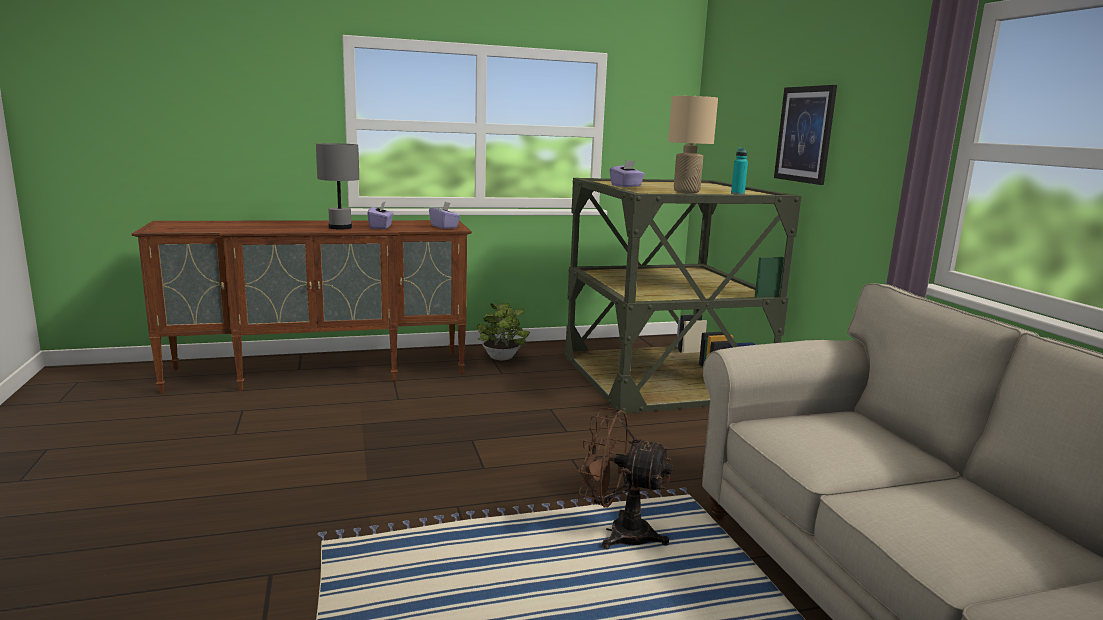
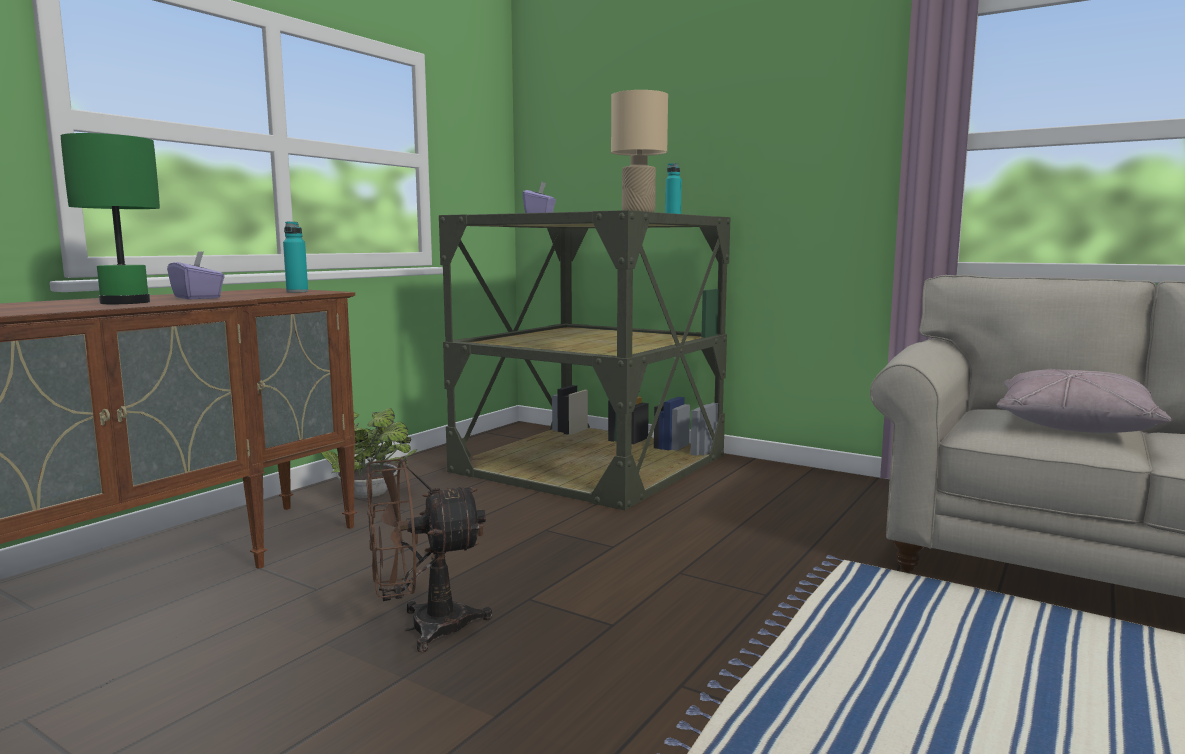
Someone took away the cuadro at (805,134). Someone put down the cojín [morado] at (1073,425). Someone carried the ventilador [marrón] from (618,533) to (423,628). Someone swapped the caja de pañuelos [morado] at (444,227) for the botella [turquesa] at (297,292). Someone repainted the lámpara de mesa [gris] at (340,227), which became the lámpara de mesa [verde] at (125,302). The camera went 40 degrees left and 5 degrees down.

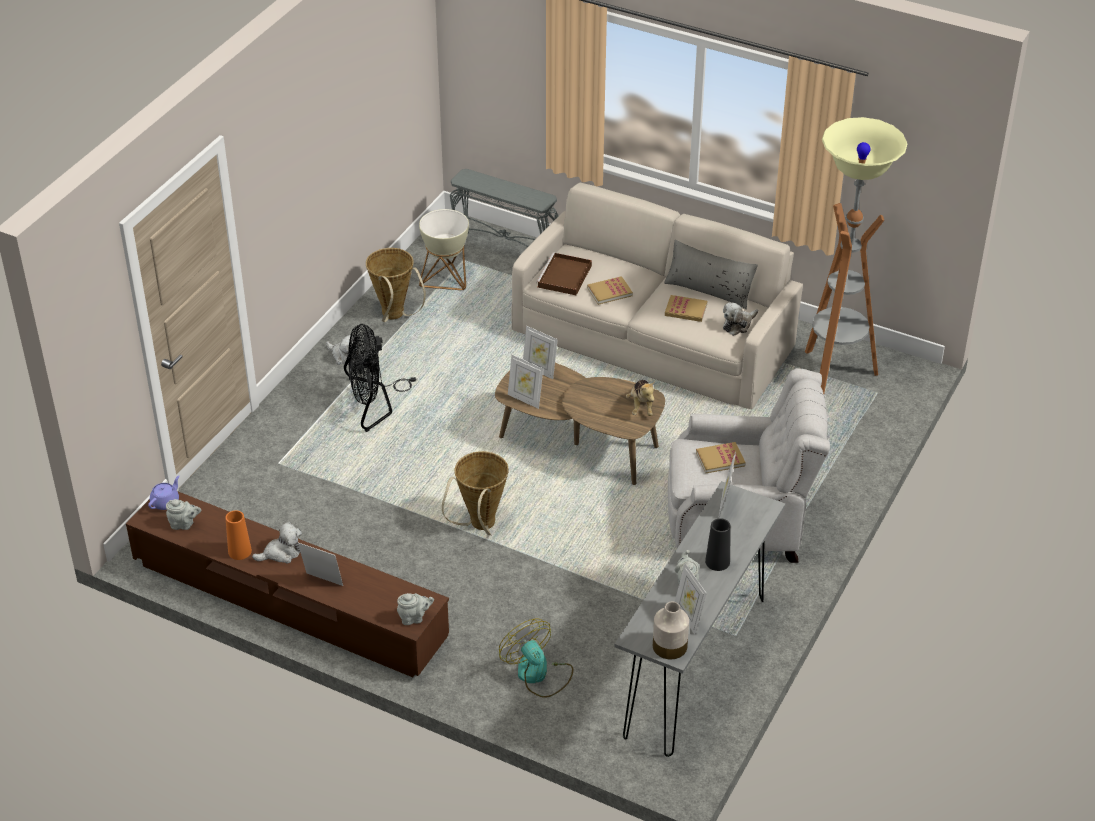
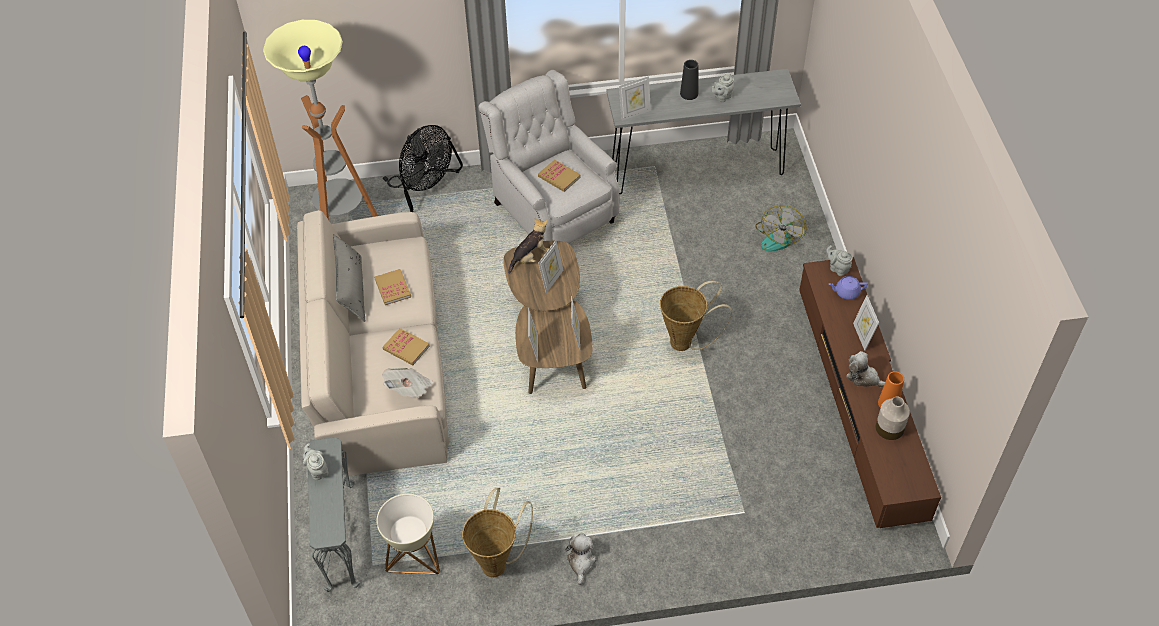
Someone took away the peluche at (738,325). Someone carried the tetera [morado] from (165,502) to (846,292). Someone carried the tetera [gris] from (184,524) to (317,470). Someone carried the ventilador [negro] from (374,399) to (422,187). Someone carried the florero [beis] from (670,645) to (889,428). Someone carried the portarretratos from (688,617) to (551,280). Someone swapped the bandeja [marrón] at (564,277) for the periódico at (409,389). The camera went 125 degrees left and 10 degrees up.

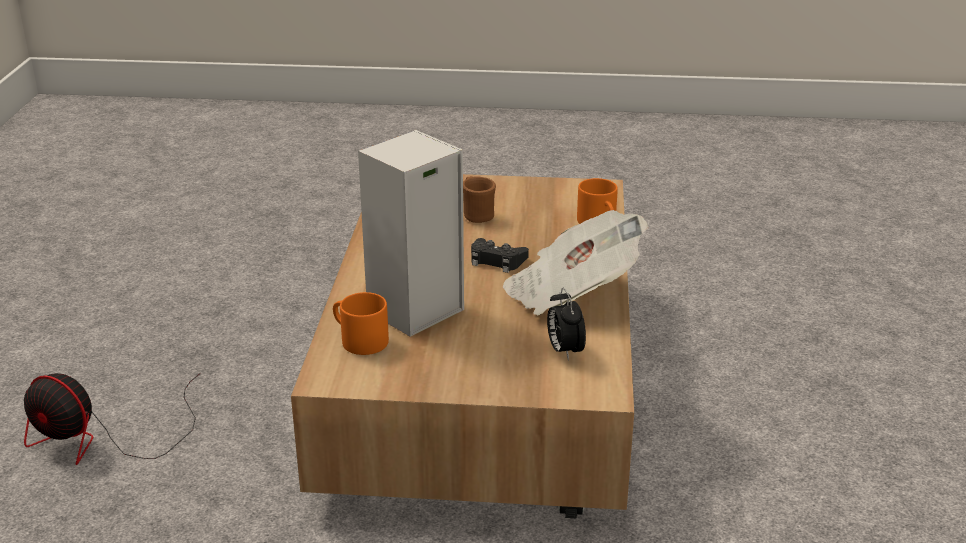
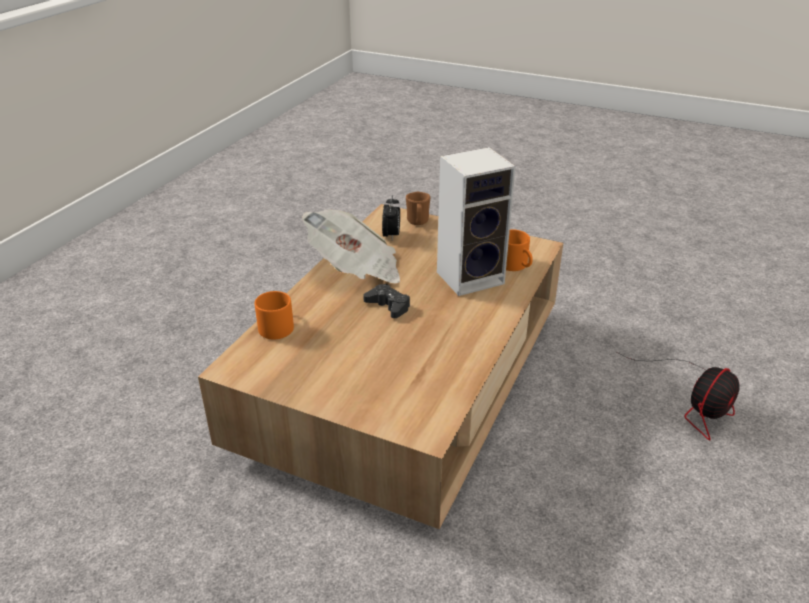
Someone carried the taza grande [marrón] from (476,215) to (418,222). Someone rotated the ventilador at (104,438) by 90 degrees clockwise. The camera went 160 degrees left and 5 degrees up.

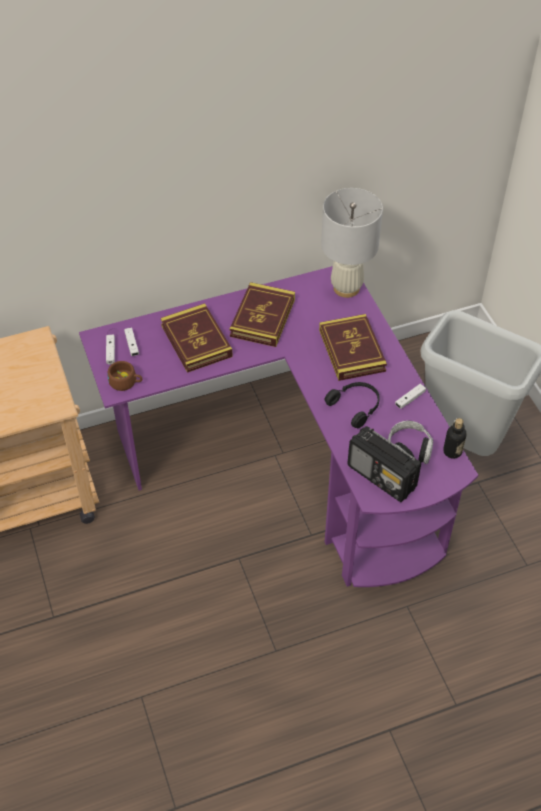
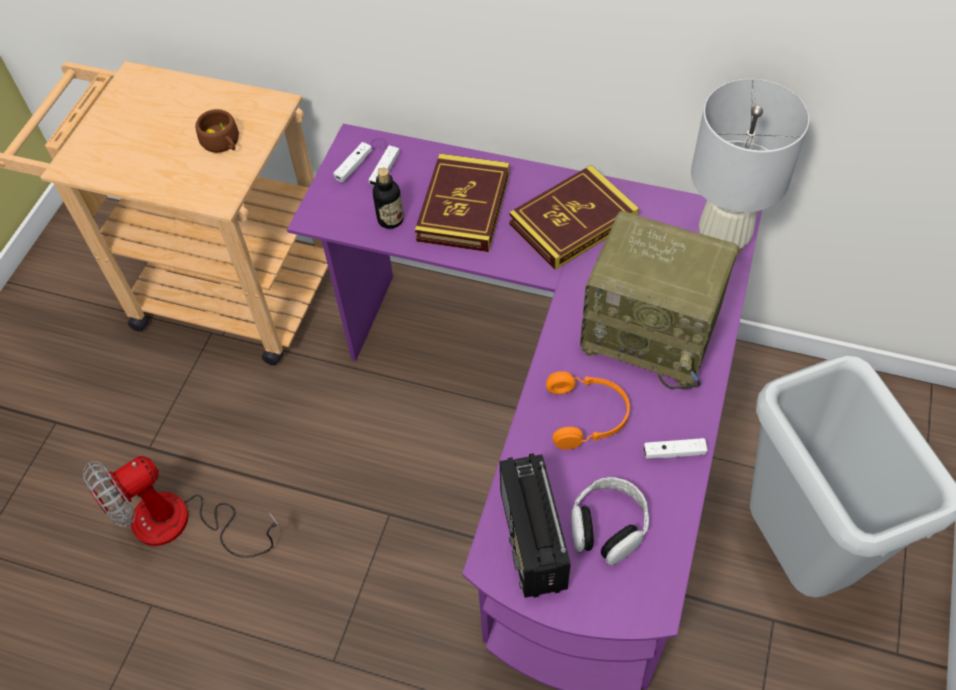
Someone put down the ventilador at (181,524). Someone carried the taza [marrón] from (126,382) to (223,143). Someone carried the botella from (452,451) to (390,219). Someone swapped the libro at (352,350) for the radio at (652,333). Someone repainted the auriculares [negro] at (356,406), which became the auriculares [naranja] at (588,415). The camera went 40 degrees right and 5 degrees up.

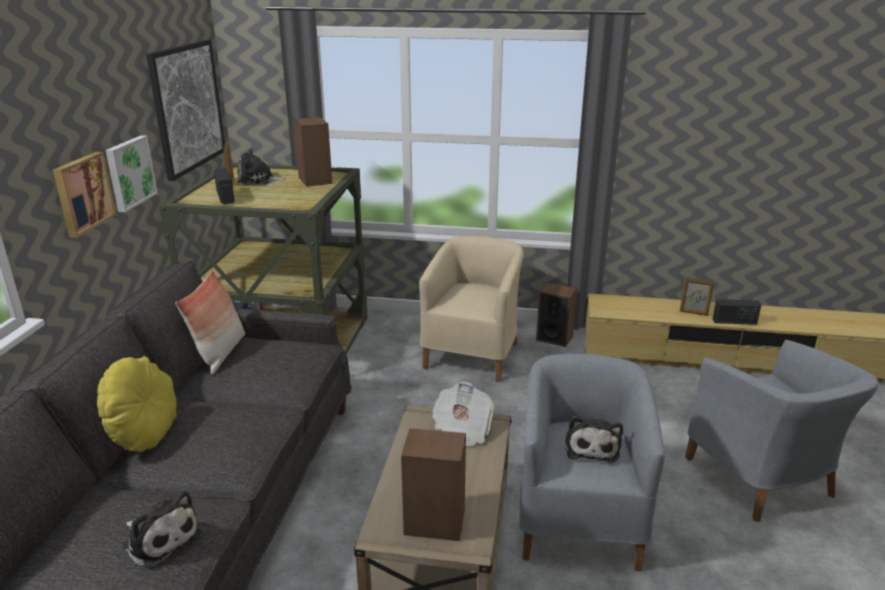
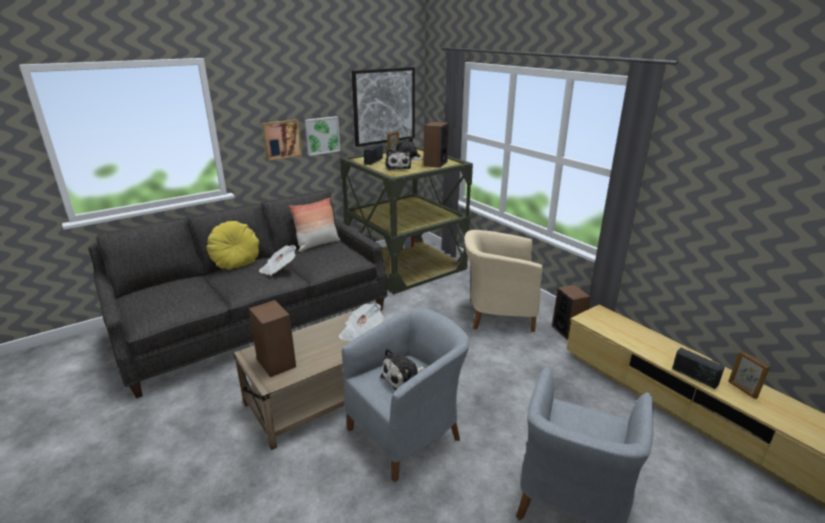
Someone put down the periódico at (279,269). Someone carried the peluche from (160,539) to (397,167). Someone carried the portarretratos from (693,313) to (742,390). Someone rotated the sillón [beis] at (473,353) by 150 degrees counterclockwise. The camera went 45 degrees right and 0 degrees up.

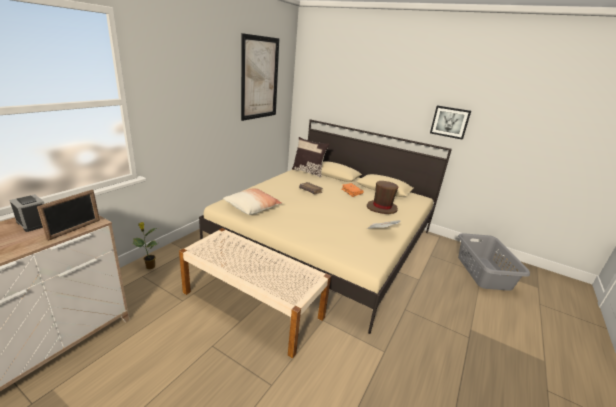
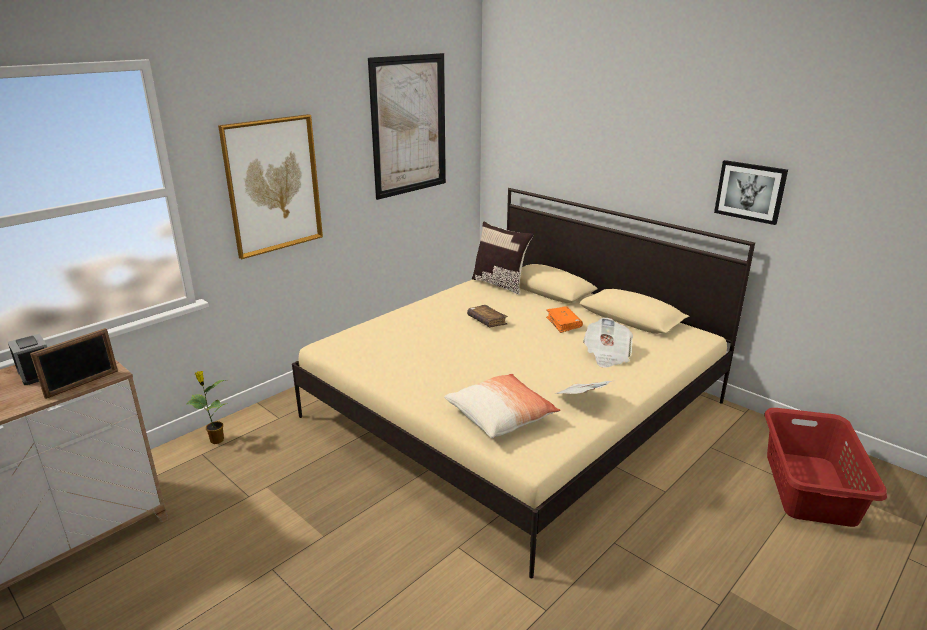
Someone took away the banco [beis] at (252,304). Someone put up the cuadro at (273,185). Someone carried the cojín from (252,208) to (501,417). Someone swapped the sombrero [marrón] at (381,208) for the periódico at (606,355). Someone repainted the cesto de la ropa [gris] at (483,272), which became the cesto de la ropa [rojo] at (810,487). The camera went 15 degrees right and 0 degrees up.

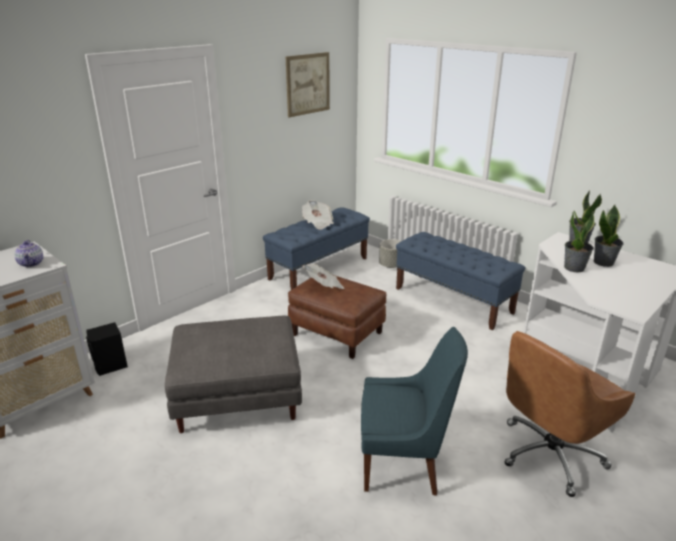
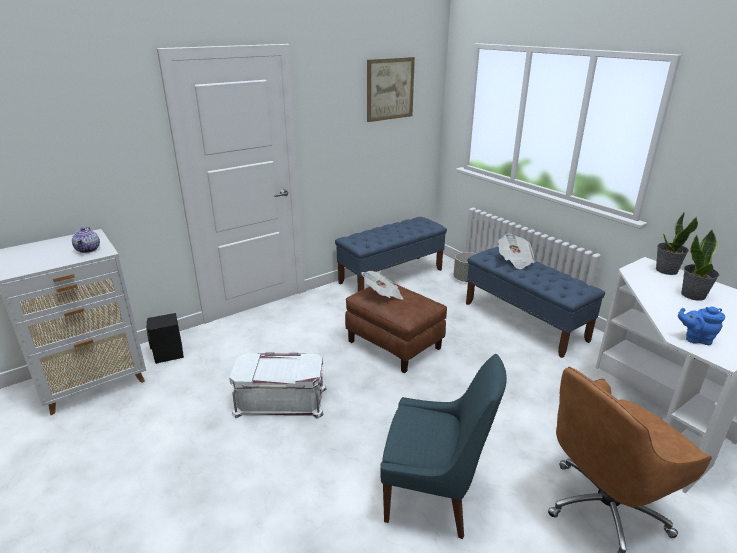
Someone took away the planta en maceta at (574,268). Someone put down the tetera [azul] at (695,339). Someone carried the periódico from (317,223) to (515,260). Someone swapped the puf [gris] at (239,397) for the caja de almacenaje [blanco] at (281,400). The camera went 10 degrees right and 0 degrees up.

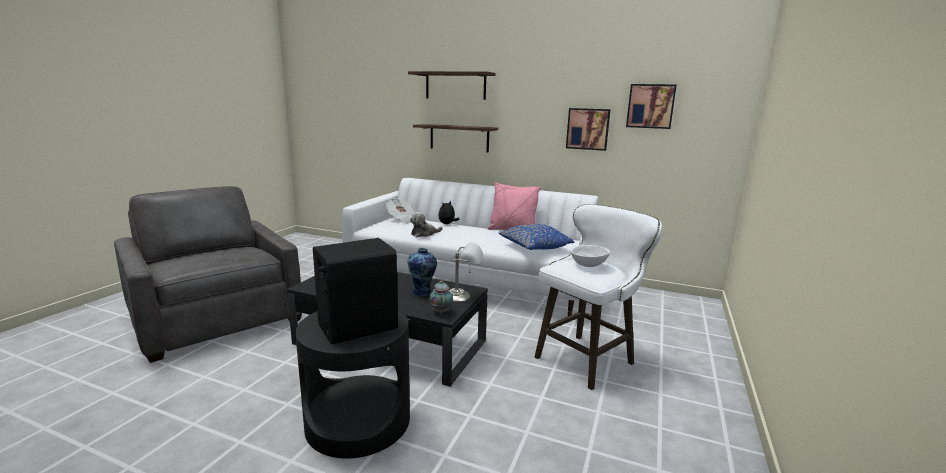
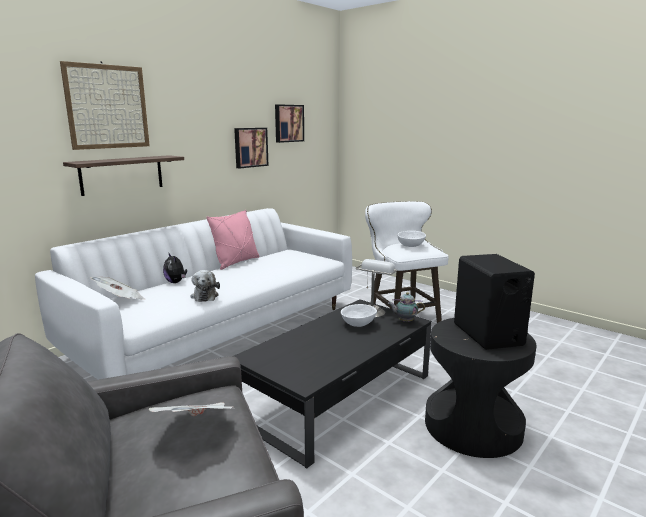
Someone took away the cojín [azul] at (534,247). Someone put down the periódico at (198,427). Someone swapped the estante at (455,86) for the cuadro at (107,105). Someone swapped the florero at (422,293) for the cuenco [blanco] at (358,324). The camera went 70 degrees left and 0 degrees up.

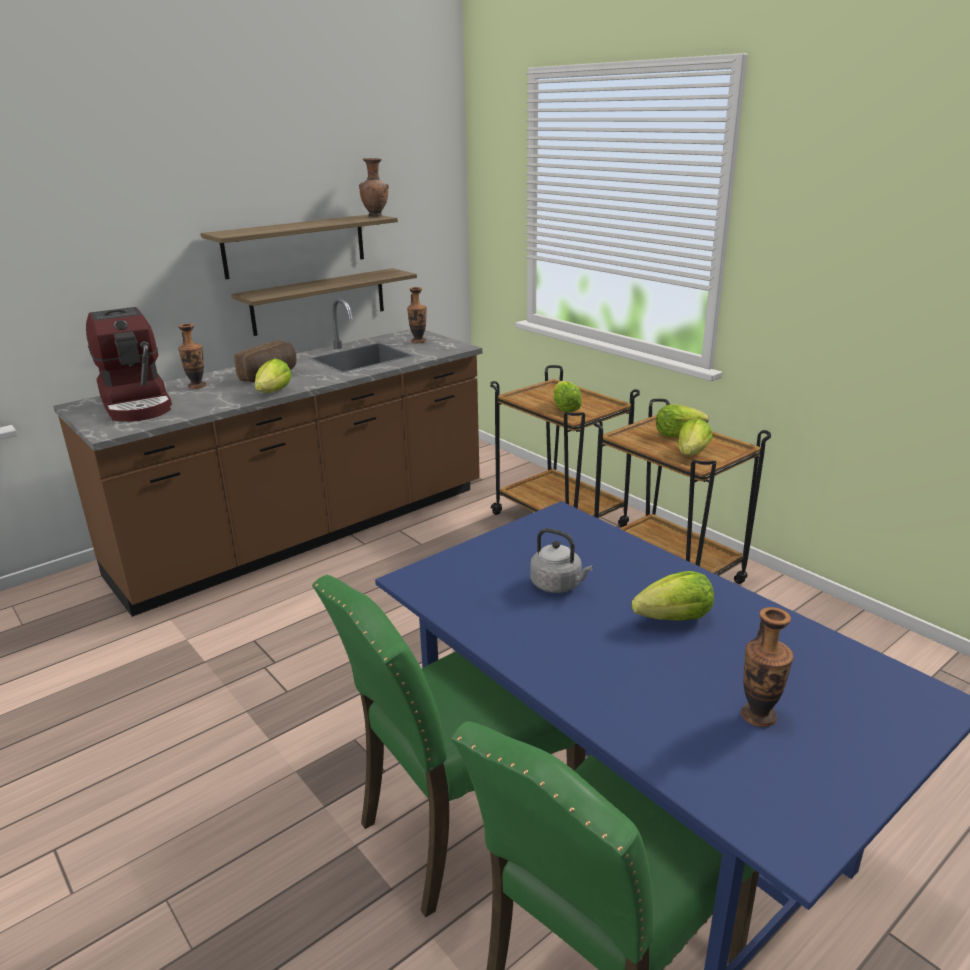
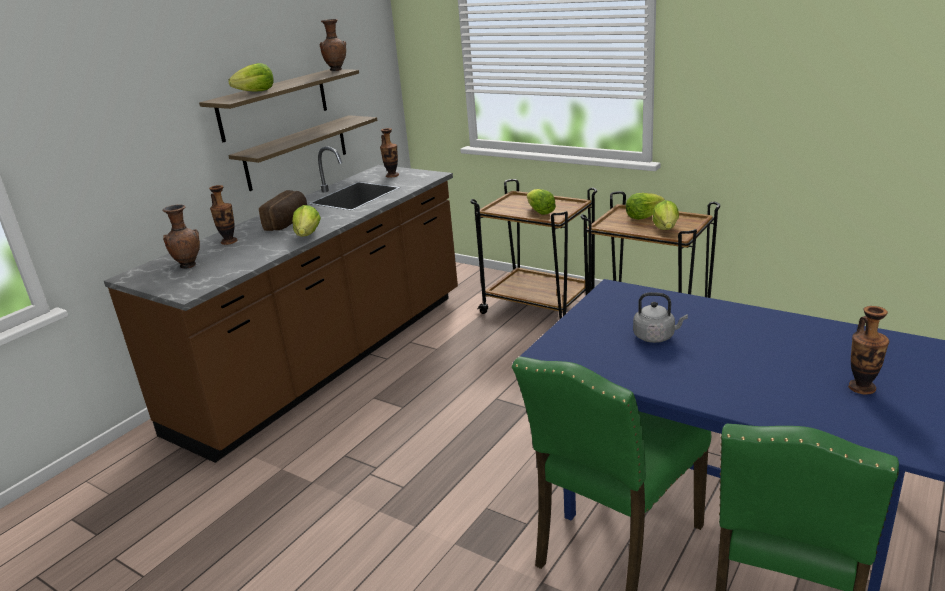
Someone carried the lechuga from (675,619) to (256,92). Someone swapped the cafetera at (138,404) for the florero [marrón] at (189,265). The camera went 15 degrees left and 0 degrees up.

